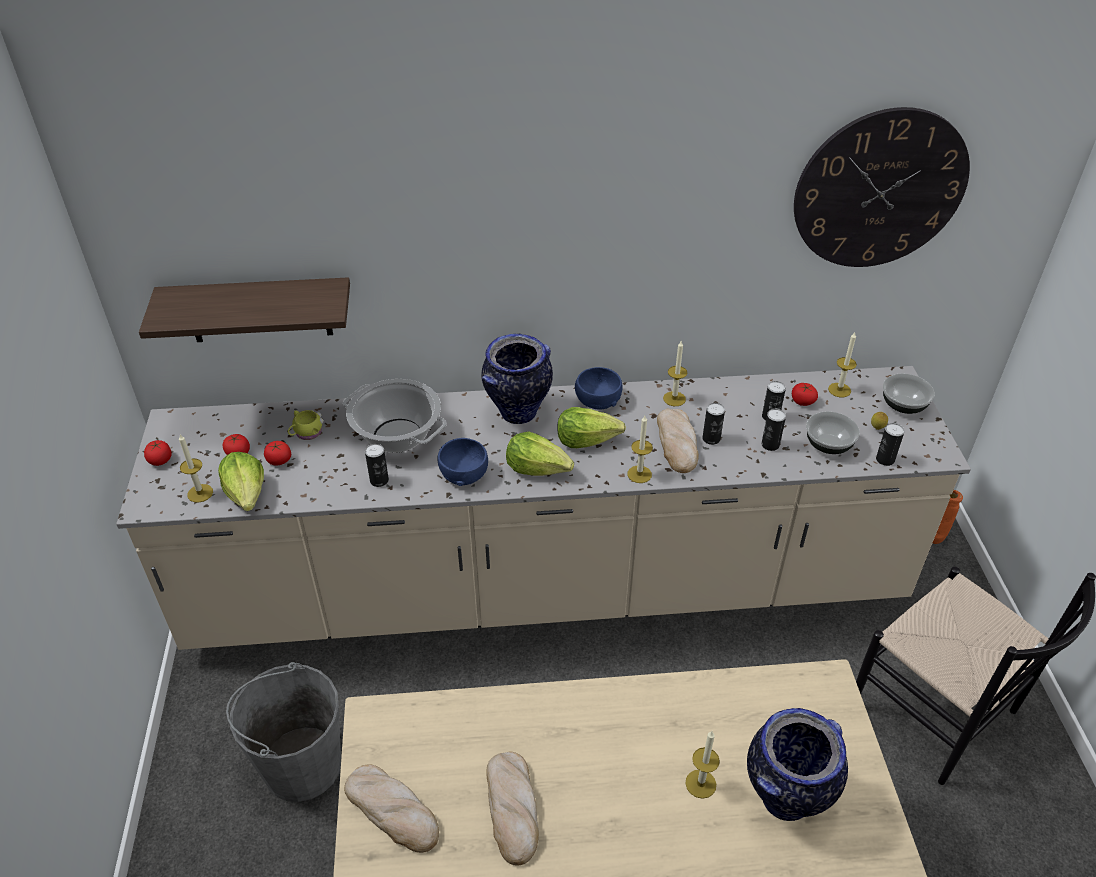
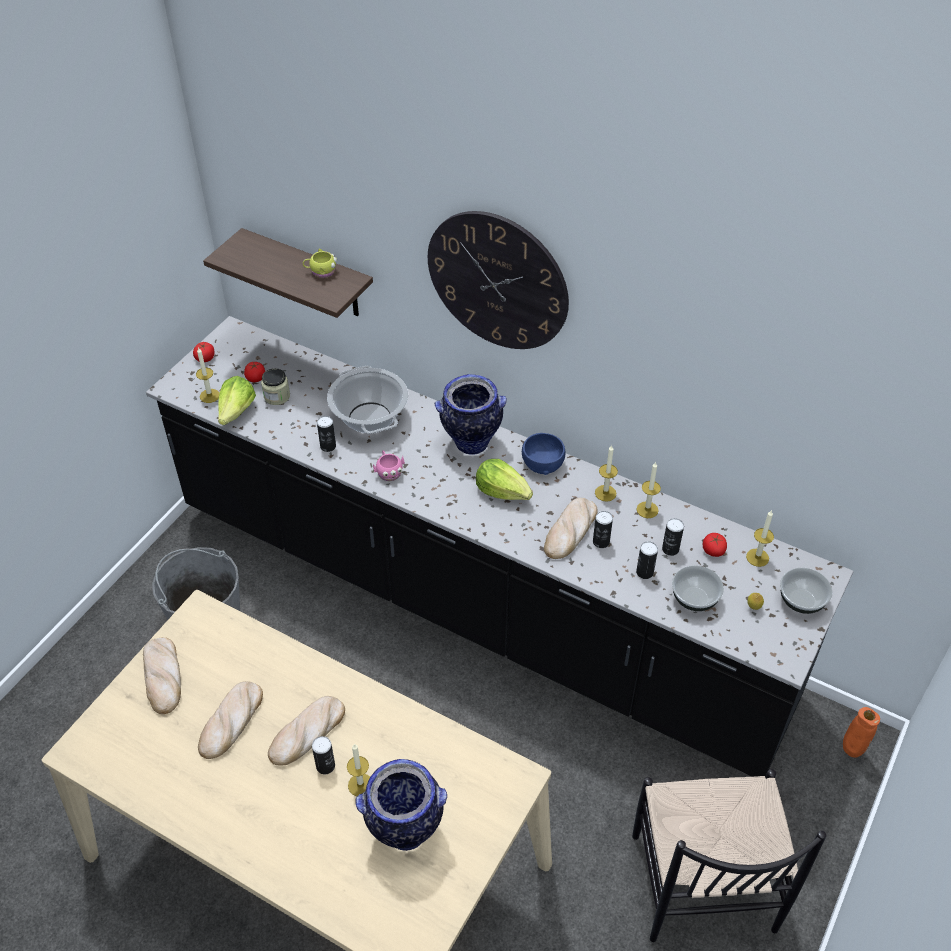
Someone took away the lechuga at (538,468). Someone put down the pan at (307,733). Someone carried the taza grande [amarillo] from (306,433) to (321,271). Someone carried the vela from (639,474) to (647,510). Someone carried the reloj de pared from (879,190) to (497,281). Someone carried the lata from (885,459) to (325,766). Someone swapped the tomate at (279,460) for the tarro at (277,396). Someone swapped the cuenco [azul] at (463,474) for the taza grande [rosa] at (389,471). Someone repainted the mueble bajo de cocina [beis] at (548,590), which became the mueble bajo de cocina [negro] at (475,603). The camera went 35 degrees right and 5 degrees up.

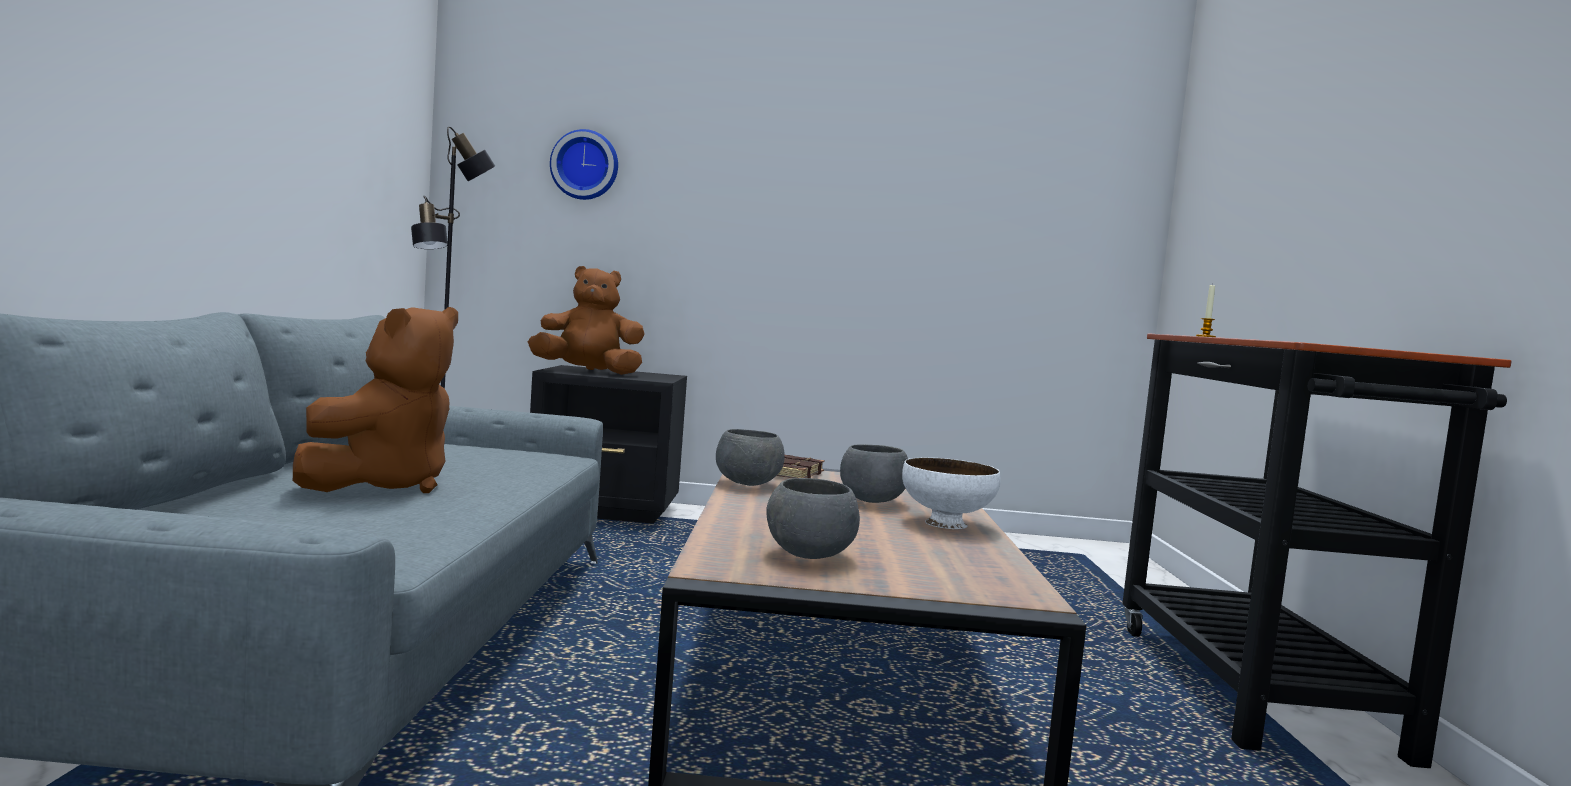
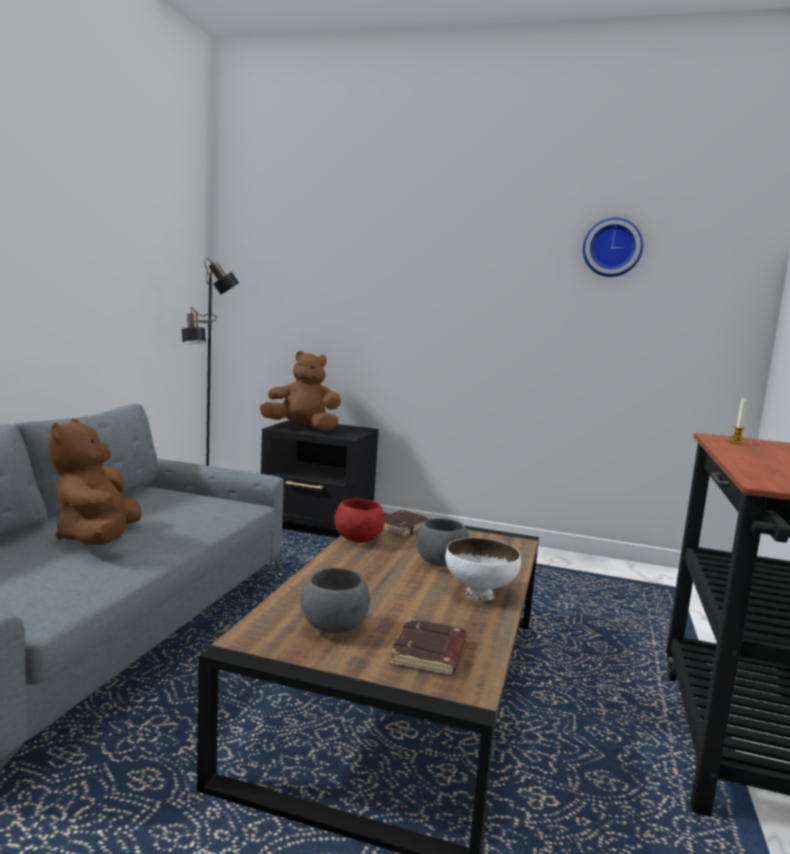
Someone put down the libro [marrón] at (430,654). Someone carried the reloj de pared from (585,165) to (612,248). Someone repainted the cuenco [gris] at (747,484), which became the cuenco [rojo] at (358,540). Someone rotated the peluche [marrón] at (384,485) by 135 degrees clockwise. The camera went 15 degrees right and 5 degrees up.

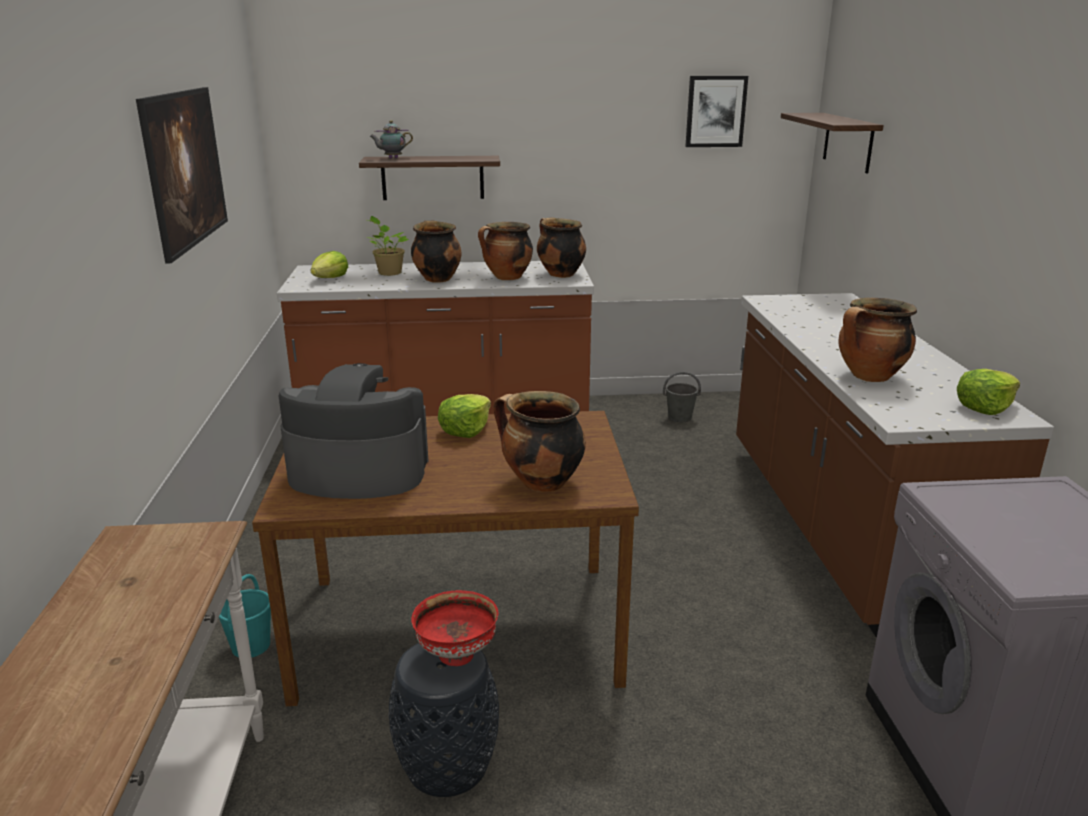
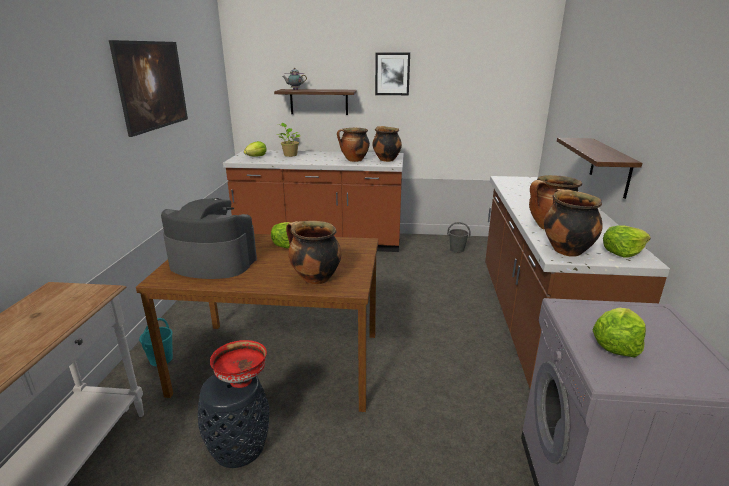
Someone put down the lechuga at (616,344). Someone carried the olla from (436,279) to (565,250). Someone carried the cuadro from (715,111) to (392,74). Someone carried the estante from (848,142) to (610,167). The camera went 10 degrees right and 0 degrees up.

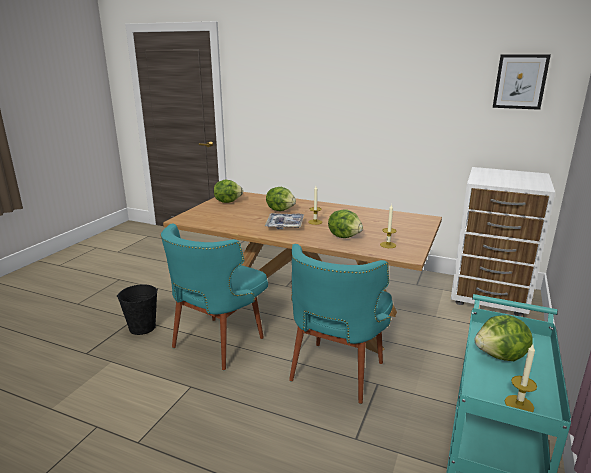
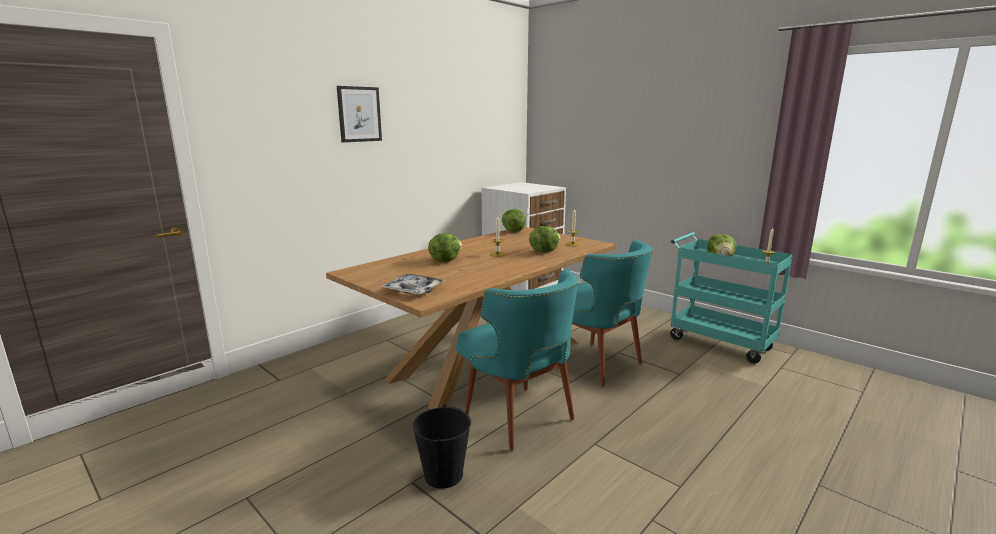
Someone carried the lechuga from (227,201) to (513,231). Someone carried the bandeja from (285,225) to (413,290). Someone carried the cuadro from (520,82) to (359,114). The camera went 70 degrees left and 5 degrees down.

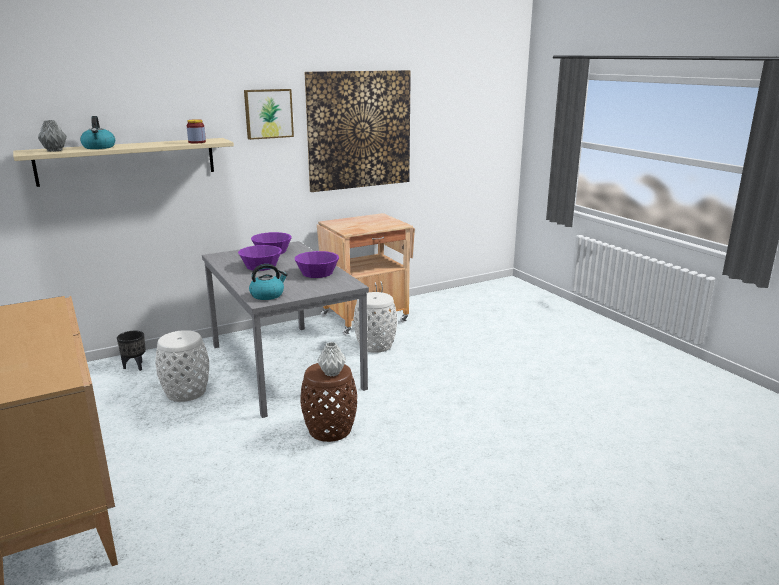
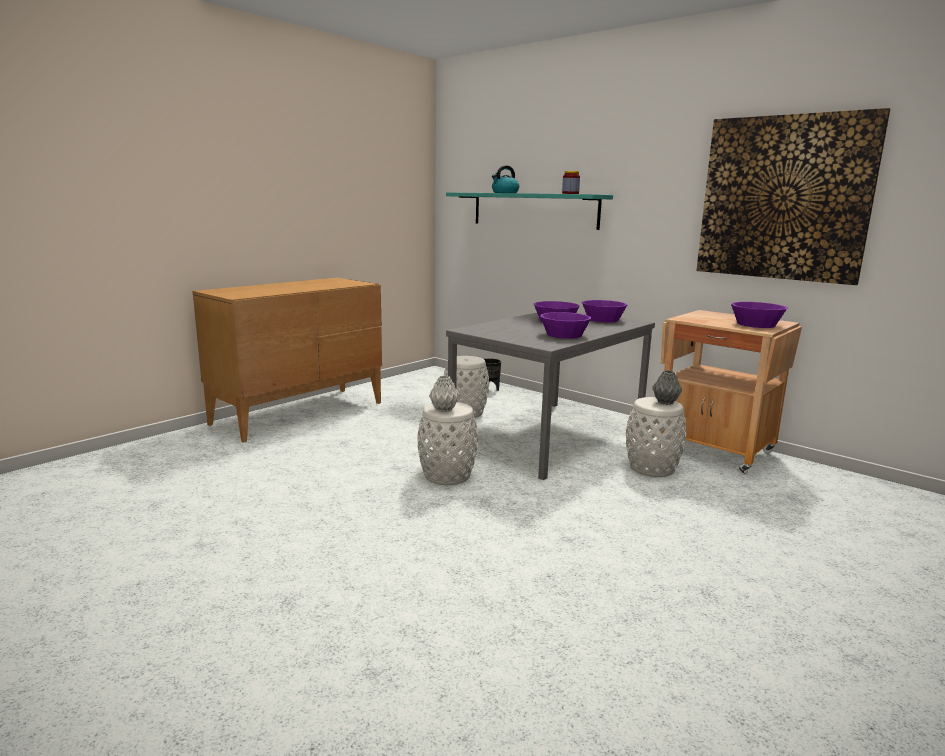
Someone took away the cuadro at (268,113). Someone took away the hervidor at (267,295). Someone put down the cuenco [morado] at (756,324). Someone carried the florero [gris] from (55,150) to (665,403). Someone repainted the estante [beis] at (127,161), which became the estante [turquesa] at (534,210). Someone repainted the taburete [marrón] at (330,430), which became the taburete [blanco] at (447,476). The camera went 70 degrees right and 5 degrees down.

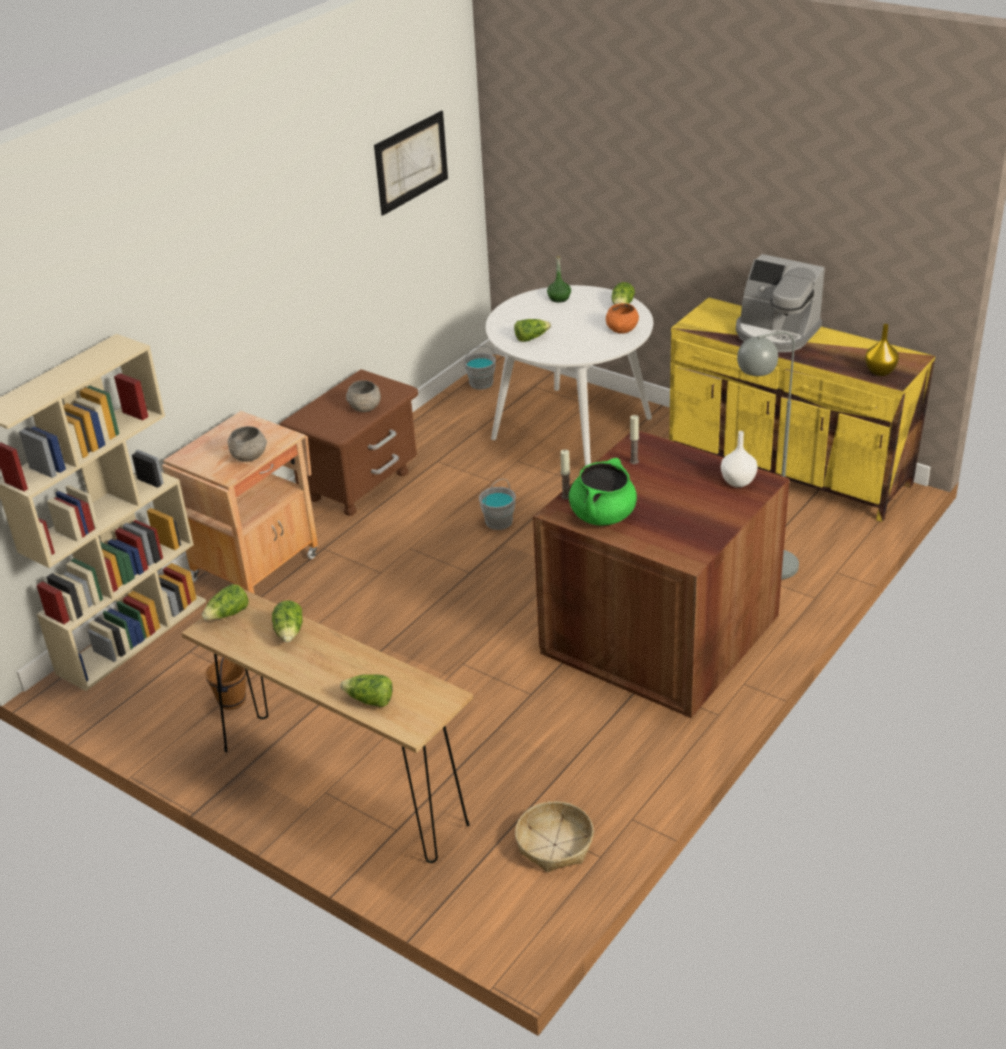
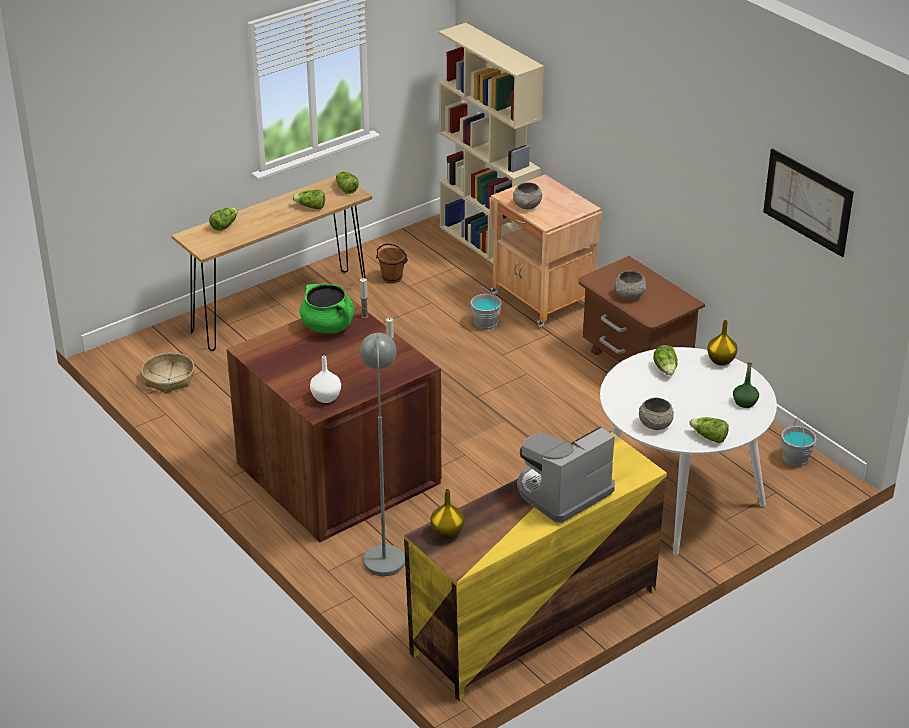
Someone put down the florero [amarillo] at (720,361). Someone carried the cubo [gris] from (498,522) to (486,323). Someone repainted the cuenco [naranja] at (622,330), which became the cuenco [gris] at (654,424). The camera went 105 degrees right and 0 degrees up.

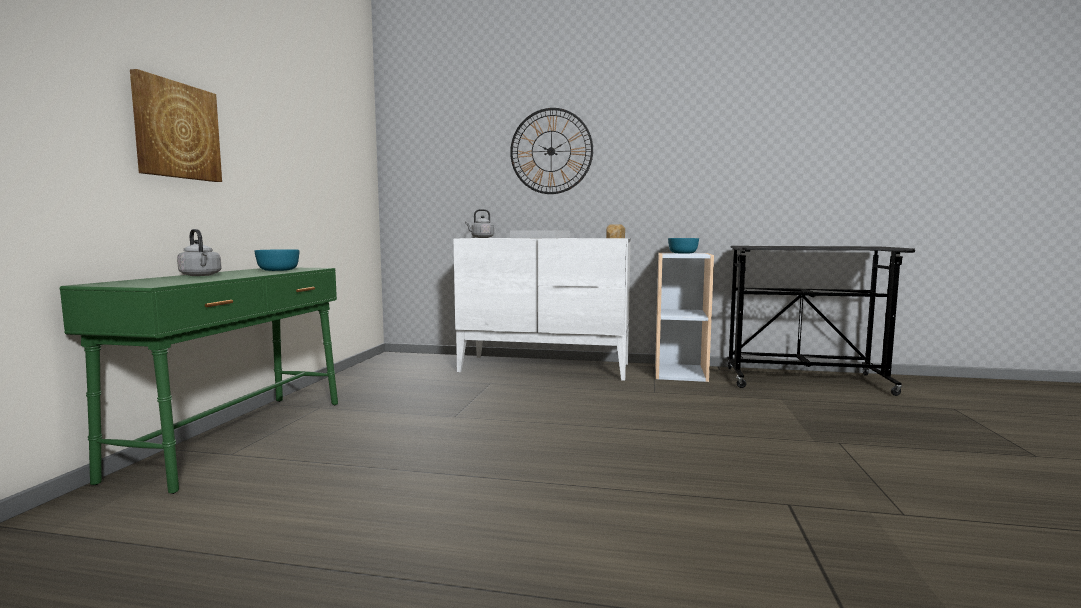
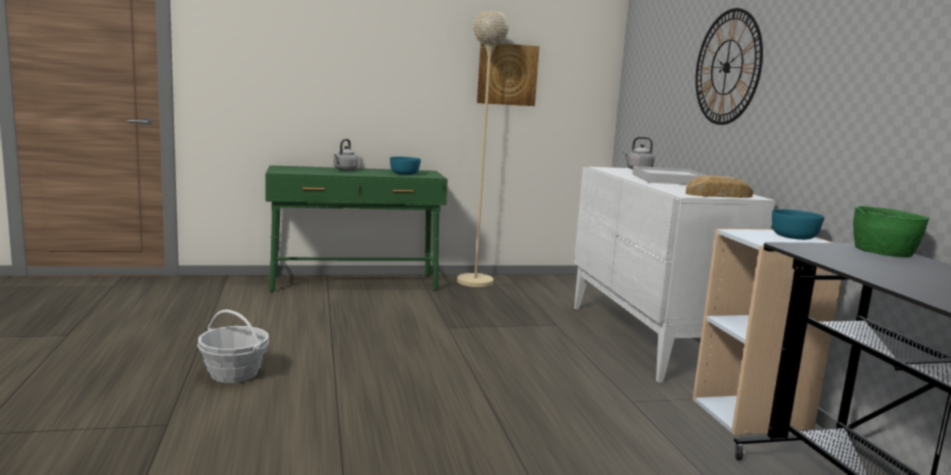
Someone put down the cesta at (234,373). Someone put down the lámpara de pie [beis] at (475,282). Someone put down the cuenco [verde] at (883,252). Someone carried the cuadro from (176,131) to (507,74). The camera went 65 degrees right and 5 degrees up.

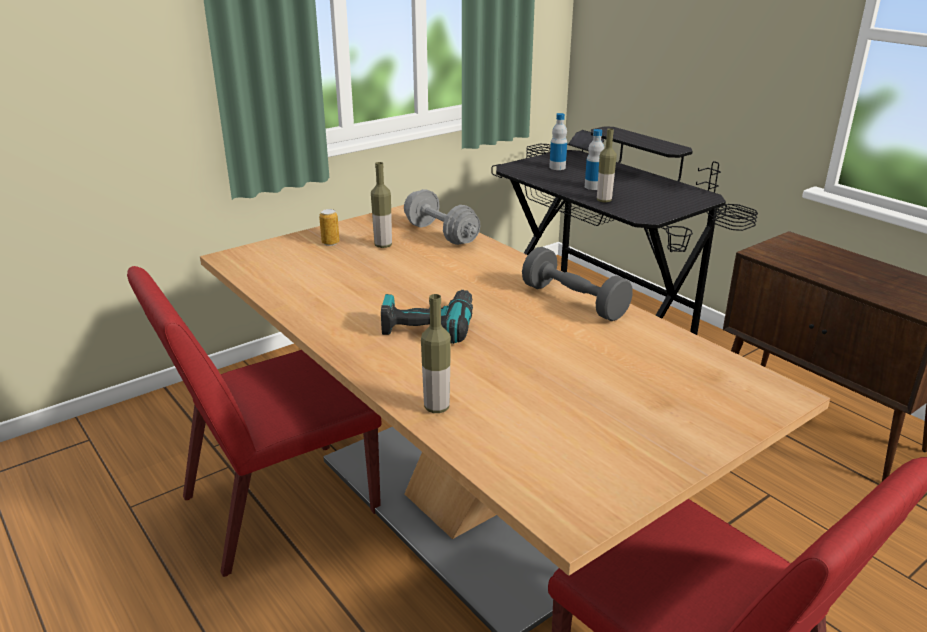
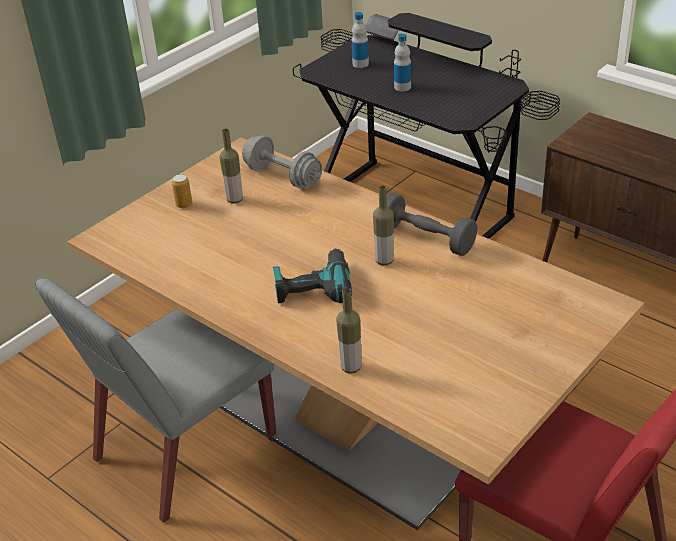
Someone carried the botella from (604,200) to (384,261). Someone repainted the silla [rojo] at (278,506), which became the silla [gris] at (183,451). The camera went 10 degrees left and 10 degrees up.

